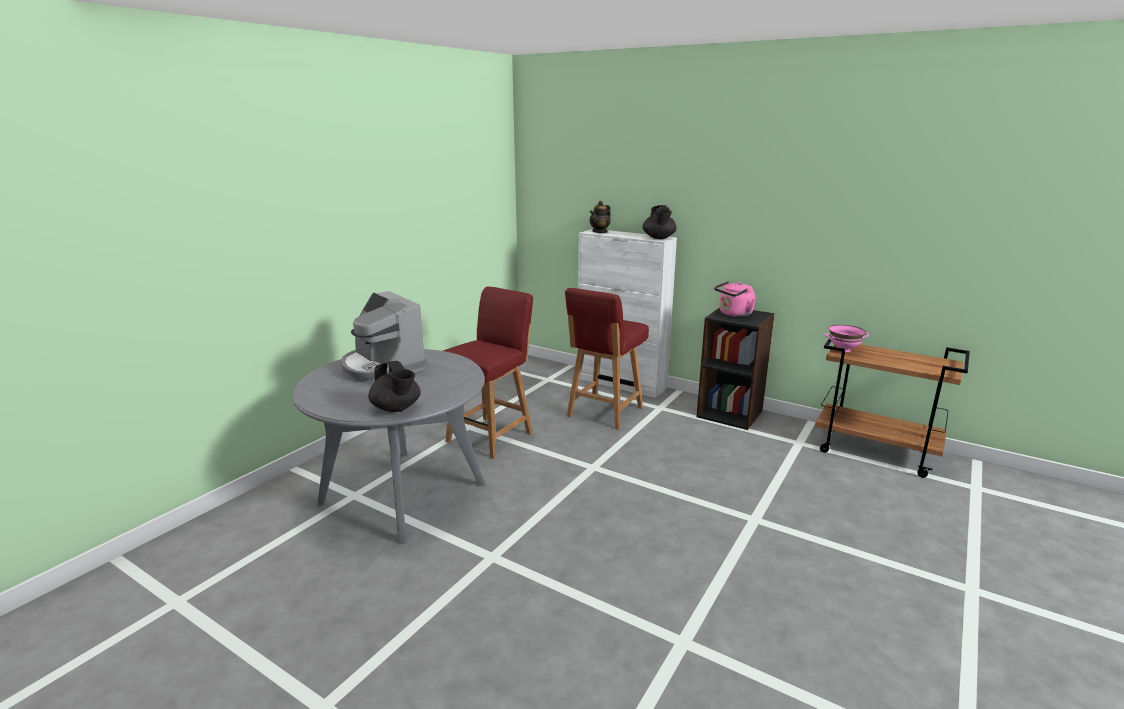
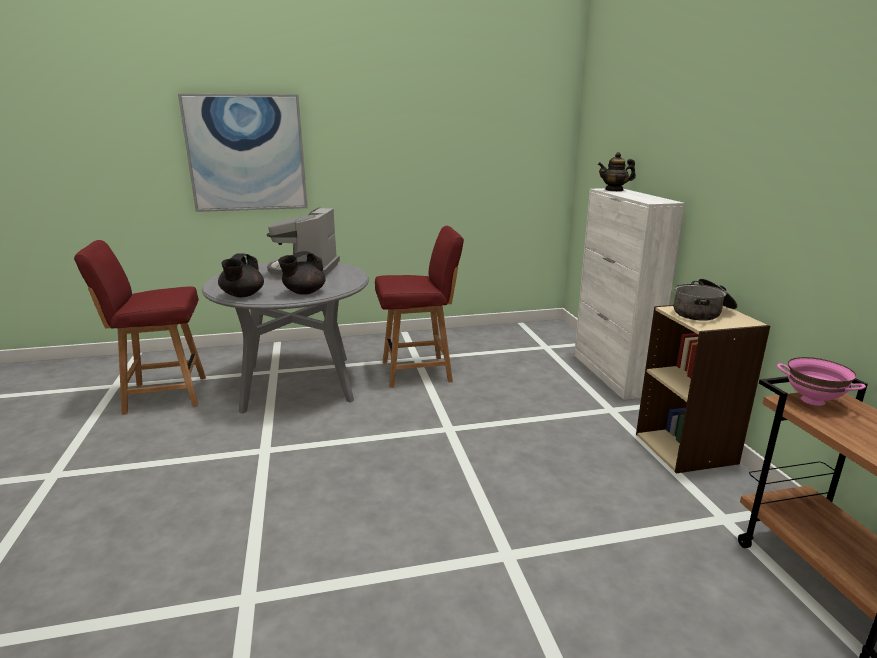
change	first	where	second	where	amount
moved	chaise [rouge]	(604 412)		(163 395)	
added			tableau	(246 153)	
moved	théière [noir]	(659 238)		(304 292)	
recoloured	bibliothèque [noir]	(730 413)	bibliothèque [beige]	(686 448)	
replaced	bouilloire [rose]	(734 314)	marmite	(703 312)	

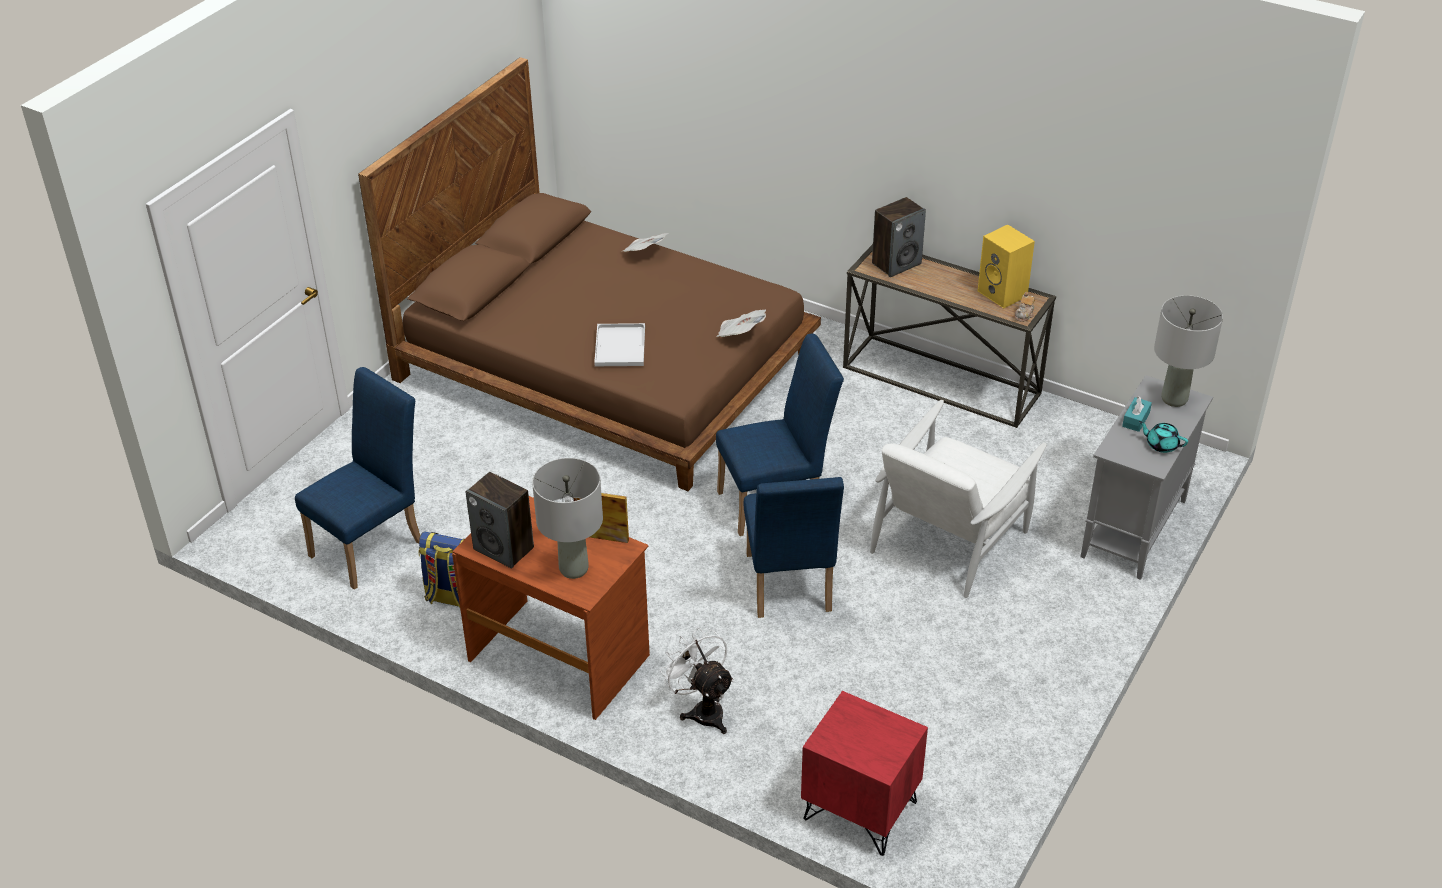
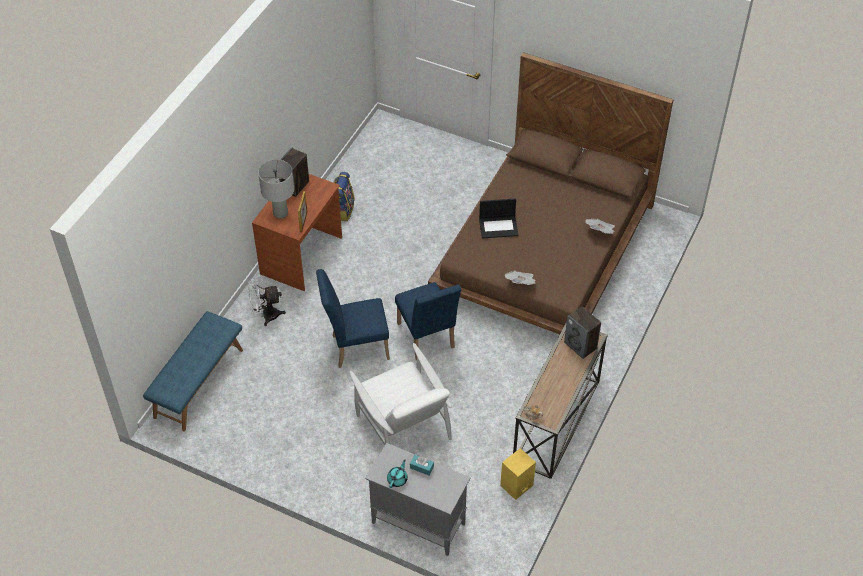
change	first	where	second	where	amount
replaced	table de chevet [rouge]	(859 811)	banc [bleu]	(198 382)	
turned	ventilateur [blanc]	(702 710)		(266 316)	150 degrees counterclockwise
turned	fauteuil [blanc]	(950 537)		(403 424)	150 degrees counterclockwise
replaced	plateau [blanc]	(619 345)	ordinateur portable	(499 227)	
moved	enceinte [jaune]	(1003 294)		(516 486)	
removed	chaise [bleu]	(373 544)			
removed	lampe de table [gris]	(1174 399)			

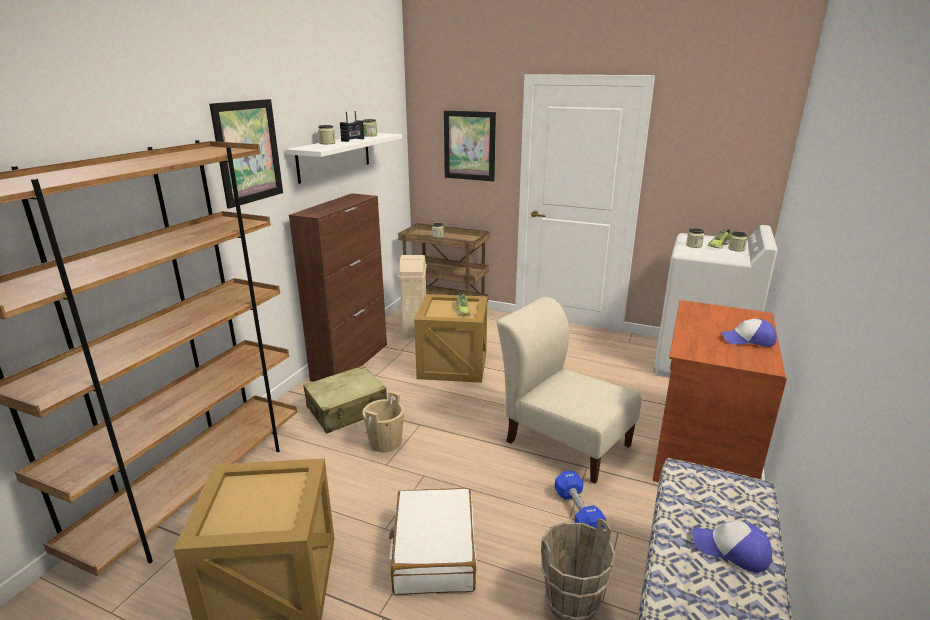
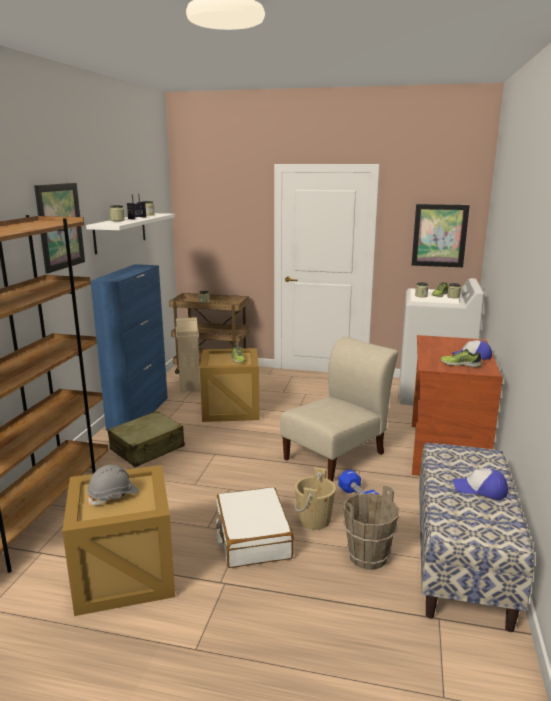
change	first	where	second	where	amount
added			casque de chantier [gris]	(113 496)	
recoloured	meuble de rangement [marron]	(351 361)	meuble de rangement [bleu]	(139 413)	
turned	chaise [beige]	(563 441)		(337 455)	105 degrees clockwise
moved	seau [beige]	(385 442)		(314 520)	
moved	tableau	(469 145)		(439 235)	
added			chaussure	(460 364)	

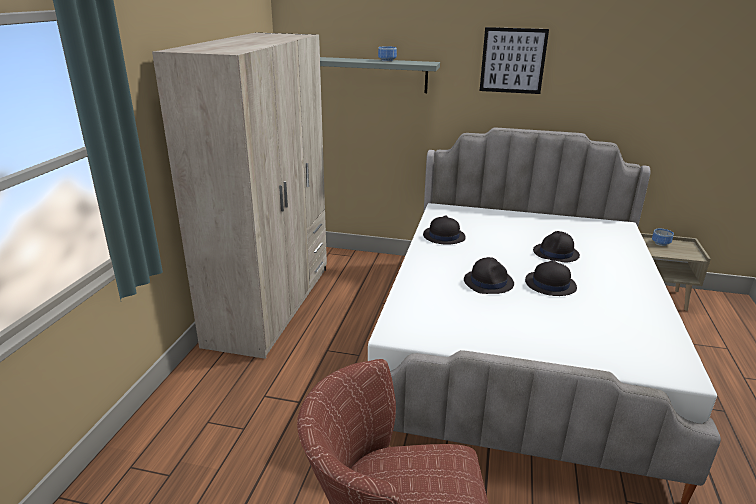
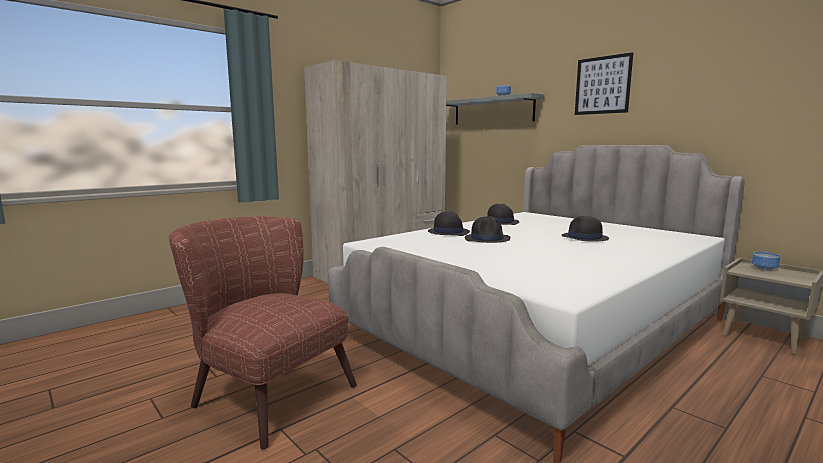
change	first	where	second	where	amount
moved	chapeau [noir]	(550 284)		(448 232)	

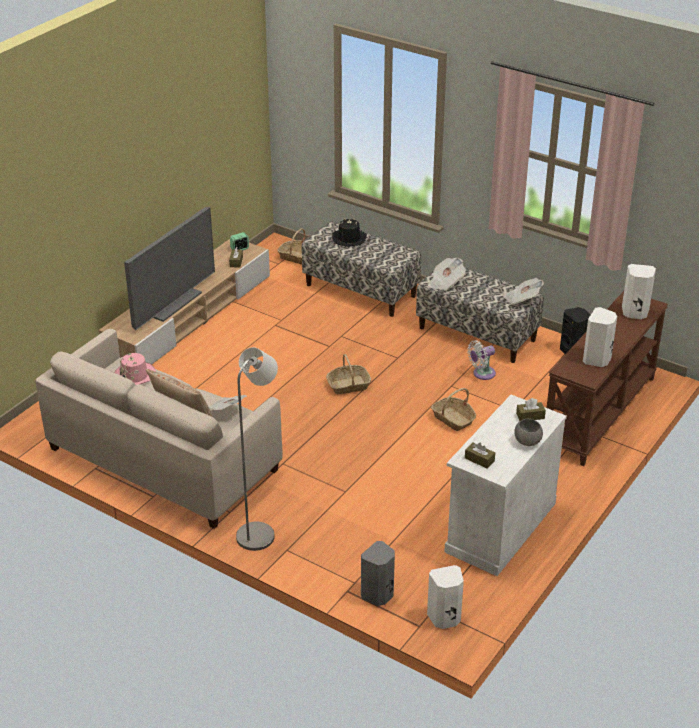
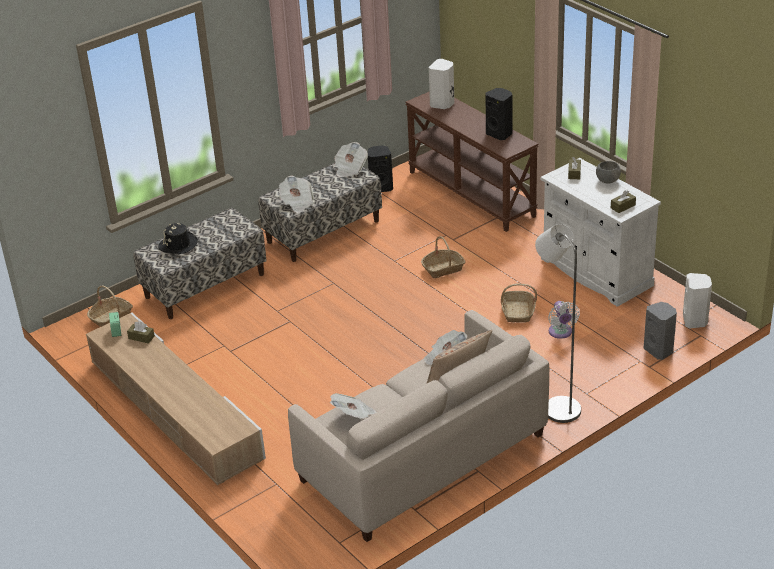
change	first	where	second	where	amount
replaced	chapeau [rose]	(135 375)	journal	(354 415)	
recoloured	enceinte [blanc]	(597 359)	enceinte [noir]	(499 134)	
moved	panier	(348 385)		(517 312)	
moved	ventilateur [blanc]	(482 374)		(561 333)	
removed	téléviseur	(171 302)			

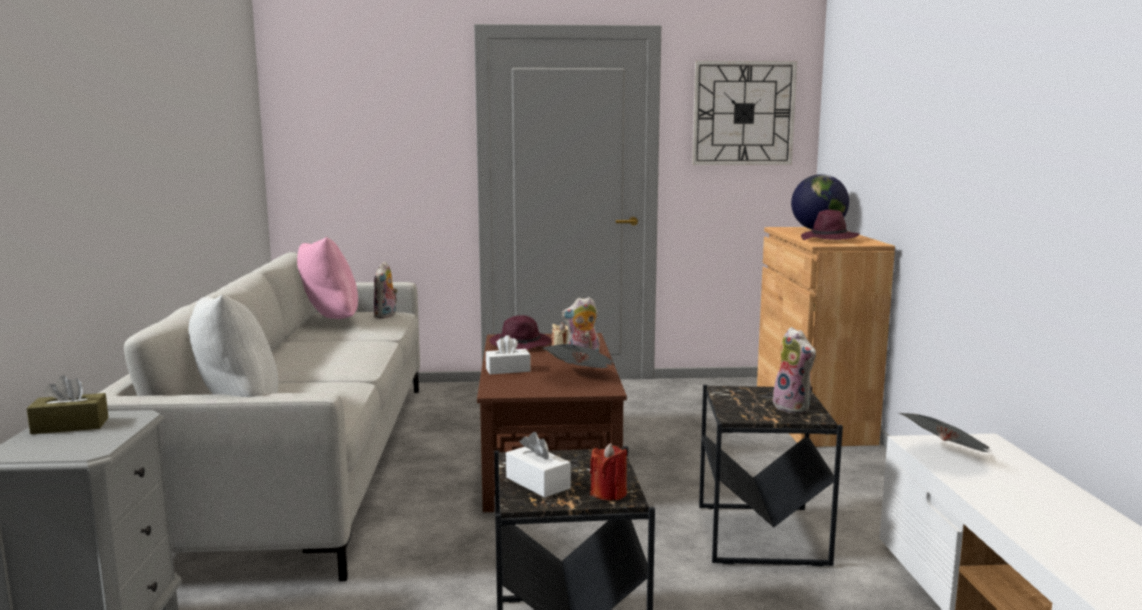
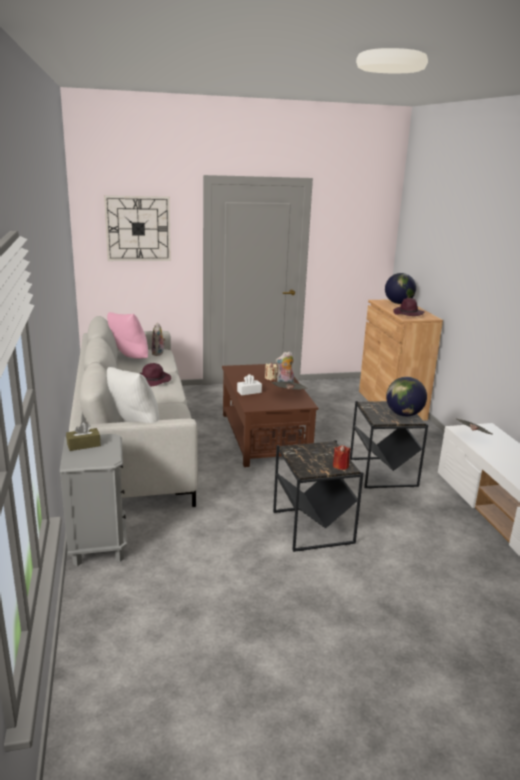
change	first	where	second	where	amount
moved	horloge murale	(743 113)		(138 228)	
moved	chapeau [violet]	(521 345)		(153 380)	
replaced	peluche	(794 408)	globe	(403 414)	
removed	boîte à mouchoirs [blanc]	(538 483)			

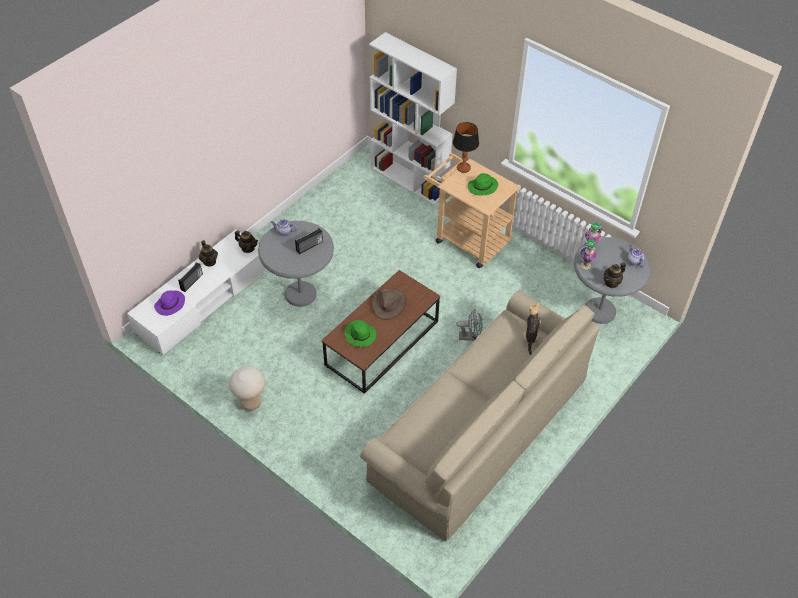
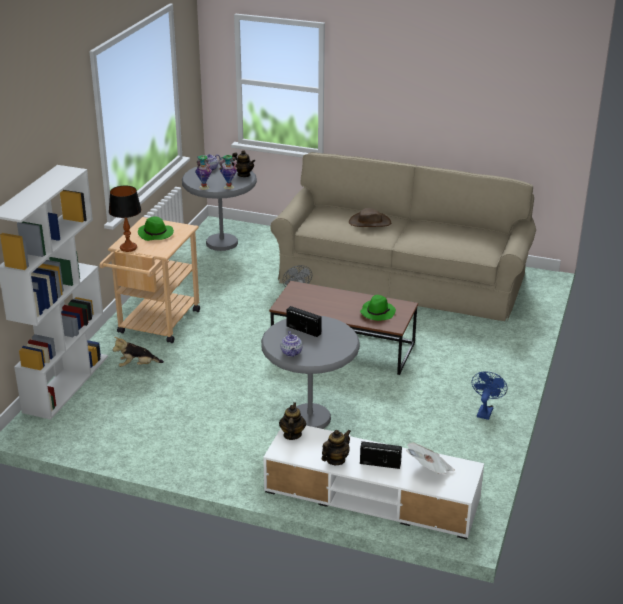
change	first	where	second	where	amount
moved	peluche	(531 336)		(137 366)	
moved	chapeau [marron]	(389 304)		(370 222)	
replaced	chapeau [violet]	(170 305)	journal	(429 469)	
replaced	tabouret [beige]	(250 403)	ventilateur [bleu]	(485 410)	

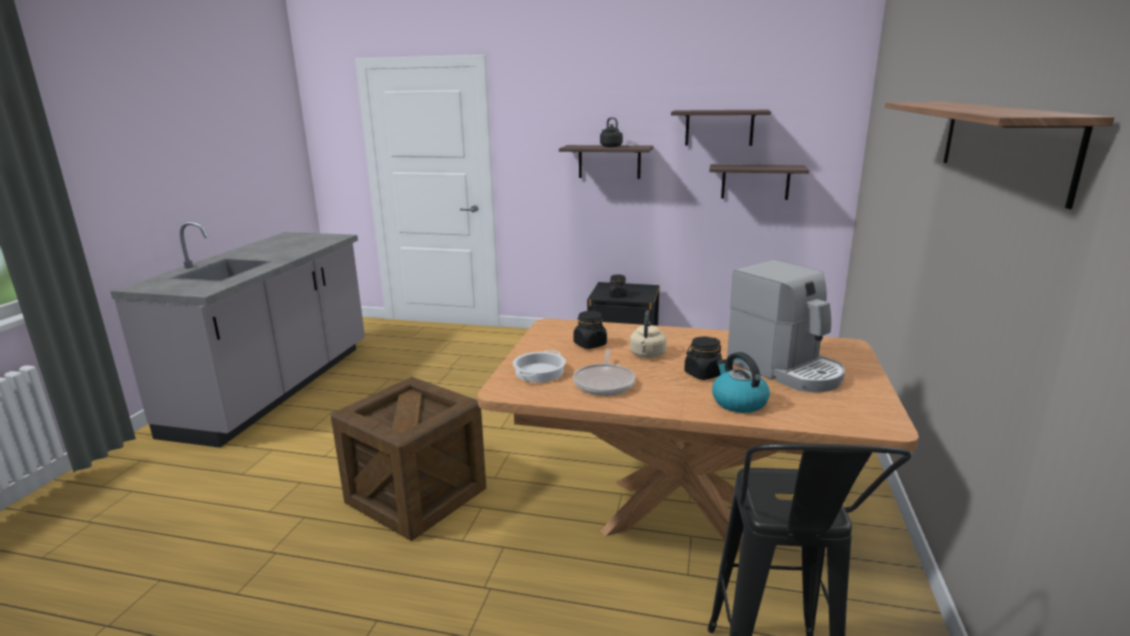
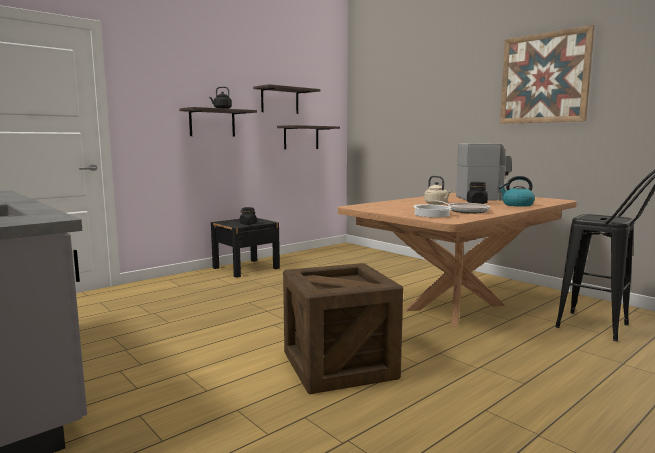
change	first	where	second	where	amount
replaced	étagère	(1002 144)	tableau	(544 78)	
removed	bocal [noir]	(589 344)			

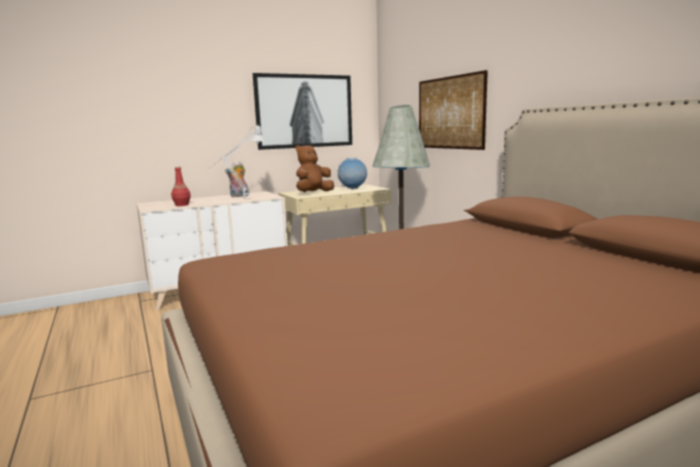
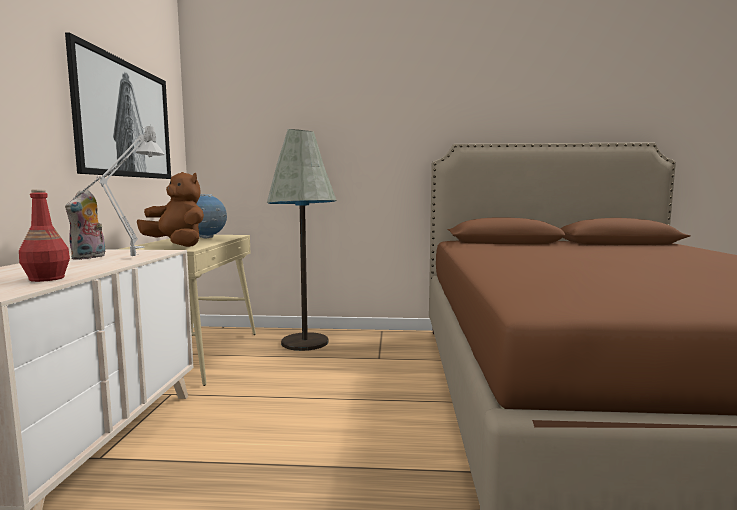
change	first	where	second	where	amount
turned	peluche [marron]	(313 193)		(177 245)	135 degrees clockwise
removed	tableau	(450 113)			

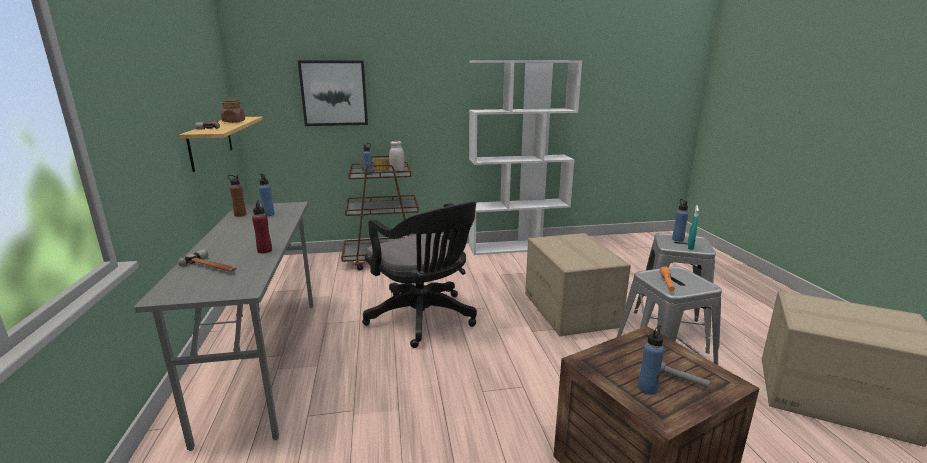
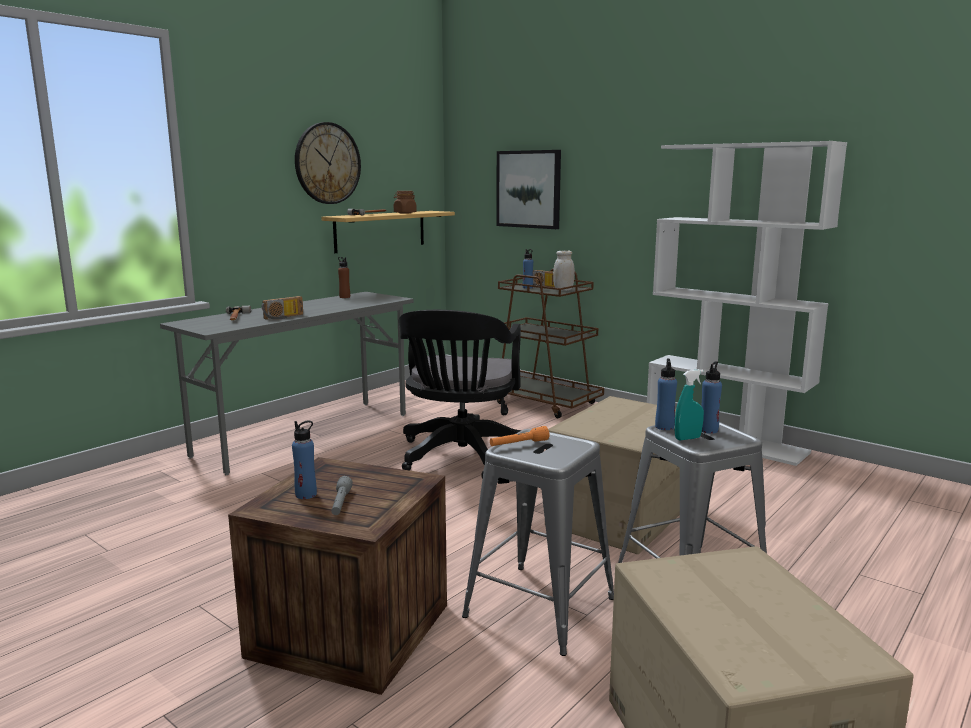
change	first	where	second	where	amount
replaced	bouteille [rouge]	(264 250)	radio	(284 317)	
added			horloge murale	(327 163)	
moved	bouteille [bleu]	(268 214)		(664 427)	

